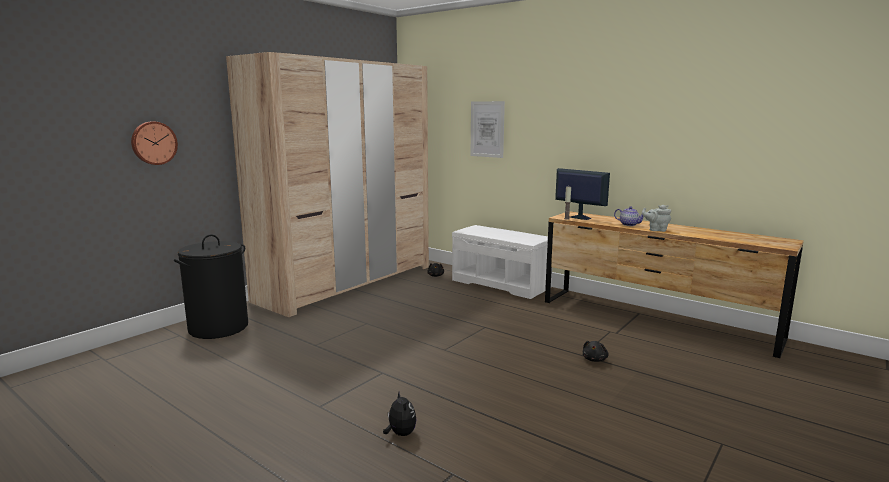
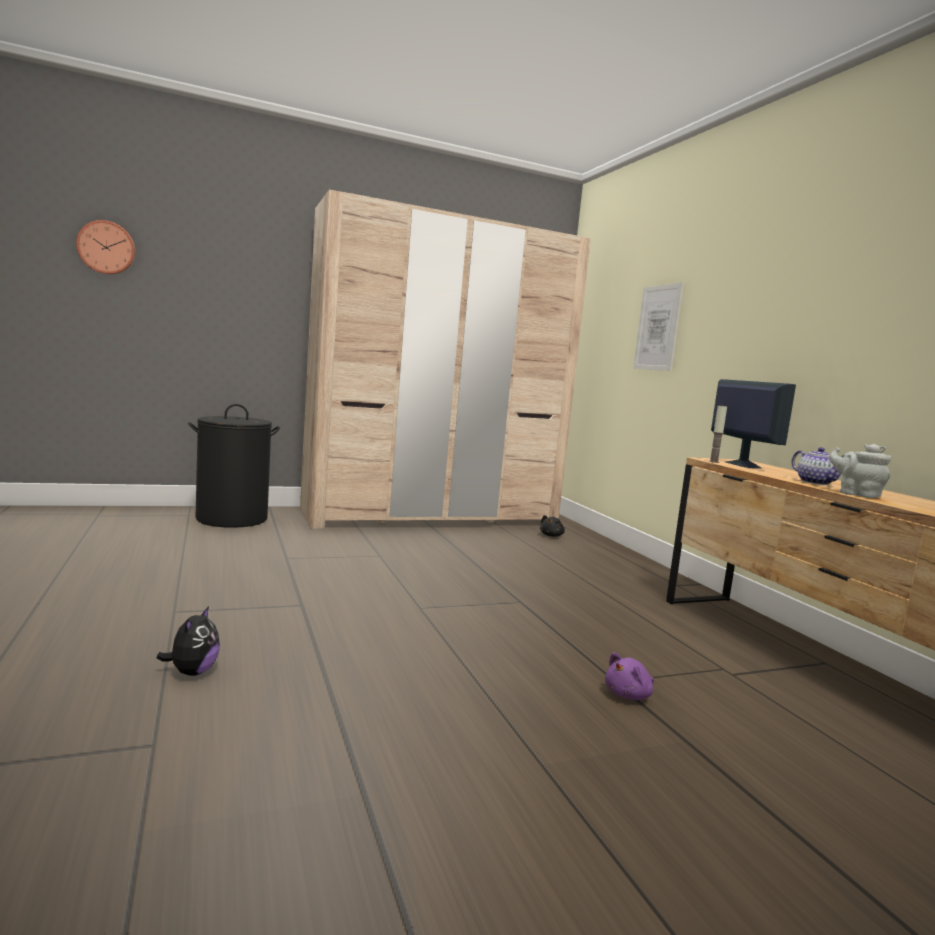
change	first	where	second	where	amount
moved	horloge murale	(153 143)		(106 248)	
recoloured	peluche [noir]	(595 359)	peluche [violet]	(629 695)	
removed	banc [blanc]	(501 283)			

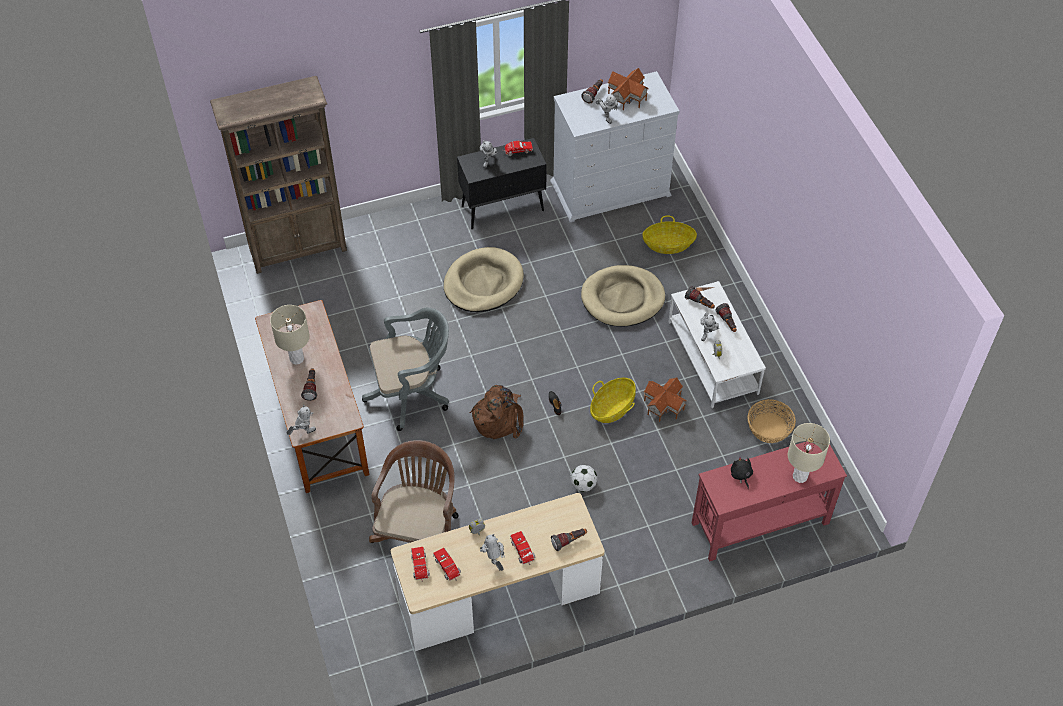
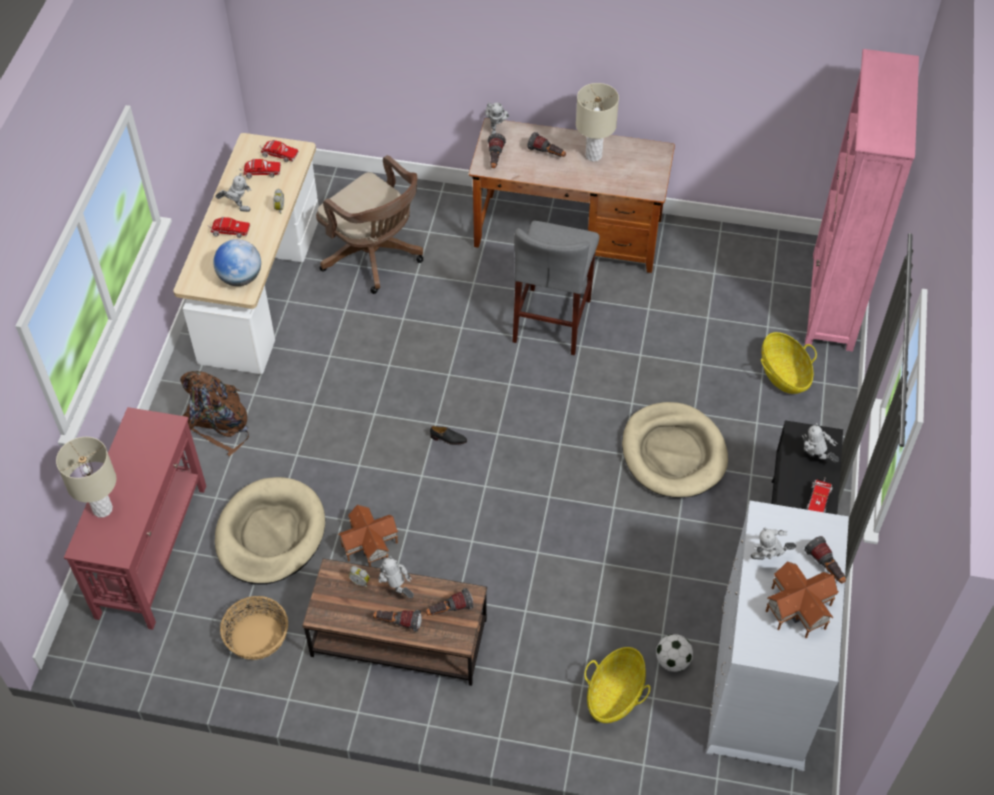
change	first	where	second	where	amount
moved	sac à dos [marron]	(498 418)		(217 422)	
added			globe	(240 278)	
moved	panier pour chien [beige]	(622 298)		(270 534)	
recoloured	table basse [blanc]	(712 357)	table basse [marron]	(400 637)	
moved	lampe de poche	(569 541)		(495 159)	
replaced	chaise de bureau [gris]	(412 393)	tabouret [gris]	(552 320)	
moved	ballon de foot	(583 485)		(673 661)	
moved	panier	(612 408)		(784 374)	
recoloured	bibliothèque [marron]	(298 249)	bibliothèque [rose]	(832 302)	
removed	peluche [noir]	(741 475)			

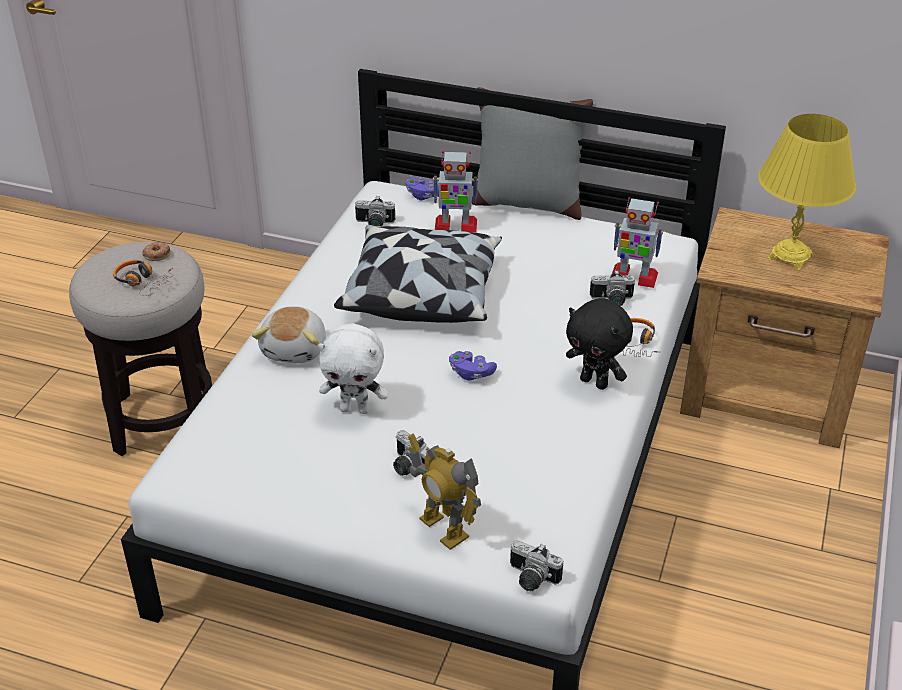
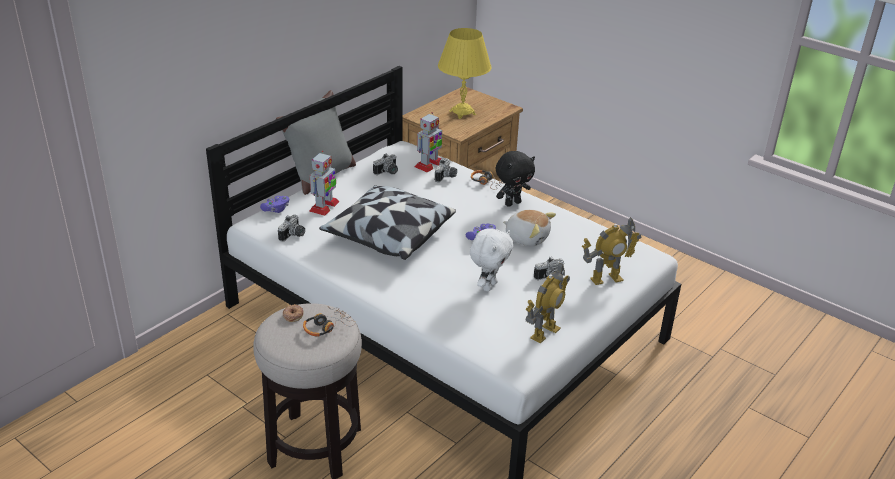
change	first	where	second	where	amount
moved	appareil photo	(531 579)		(388 172)	
moved	peluche	(295 349)		(527 237)	
added			robot jouet	(544 332)	

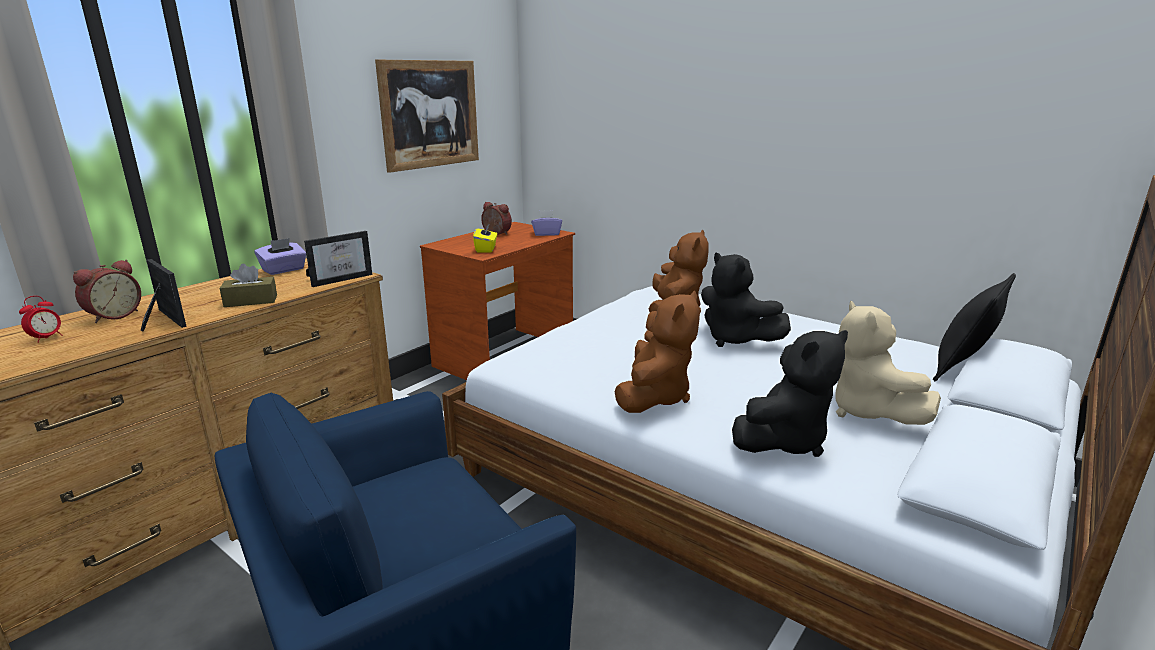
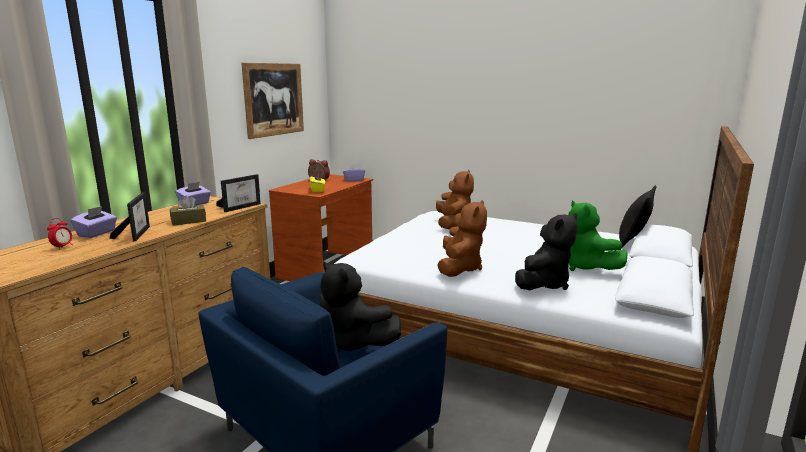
change	first	where	second	where	amount
replaced	réveil	(113 316)	boîte à mouchoirs [violet]	(97 233)	
turned	cadre photo	(163 319)		(136 233)	45 degrees clockwise
moved	peluche [noir]	(735 339)		(353 343)	
recoloured	peluche [beige]	(868 412)	peluche [vert]	(586 267)	

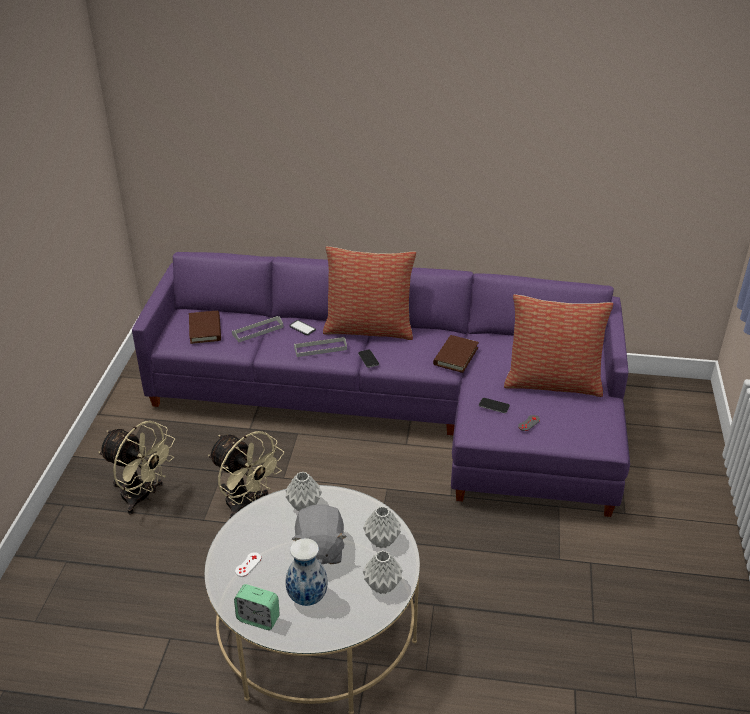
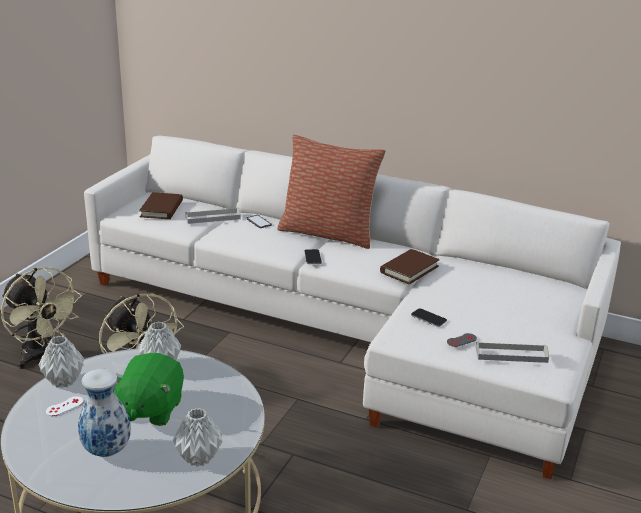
change	first	where	second	where	amount
moved	vase [gris]	(381 541)		(63 382)	
recoloured	canapé [violet]	(405 406)	canapé [blanc]	(357 329)	
recoloured	peluche [gris]	(319 550)	peluche [vert]	(150 409)	
moved	plateau [gris]	(320 348)		(511 355)	
removed	réveil	(258 618)			
removed	coussin	(552 382)			

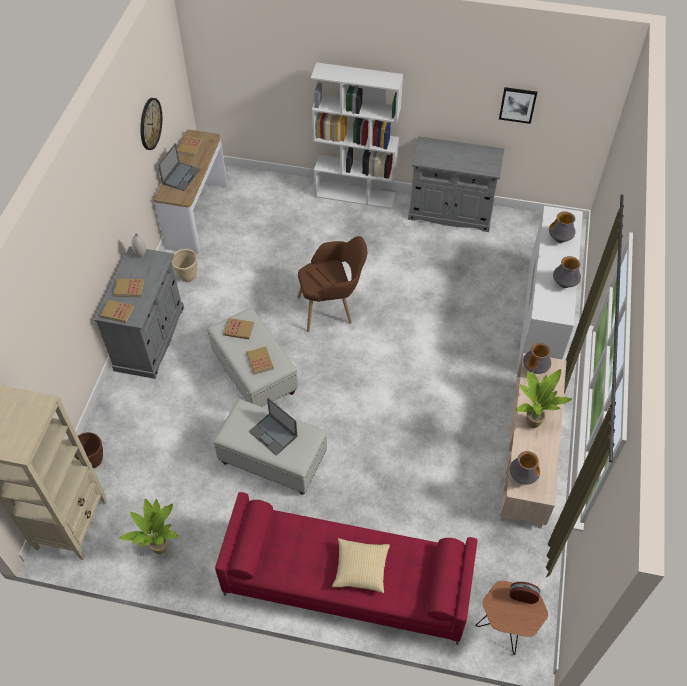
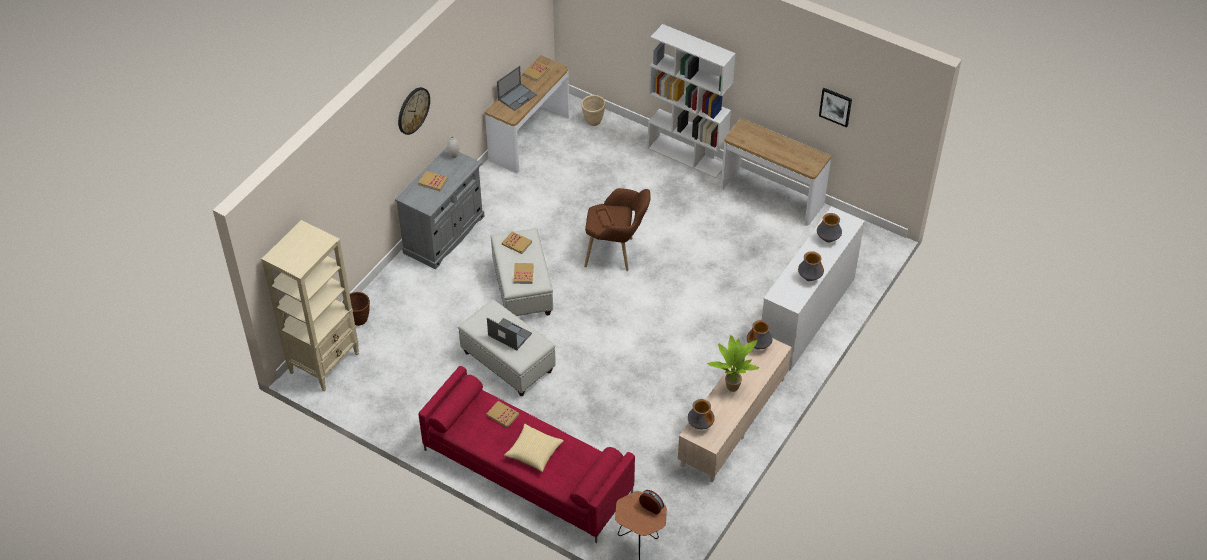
change	first	where	second	where	amount
moved	horloge murale	(150 123)		(413 110)	
moved	livre	(117 312)		(502 415)	
turned	ordinateur portable	(273 434)		(509 334)	150 degrees clockwise
moved	cache-pot [beige]	(187 277)		(593 121)	
replaced	meuble de rangement [gris]	(450 212)	table console	(771 196)	
removed	plante en pot	(160 546)			

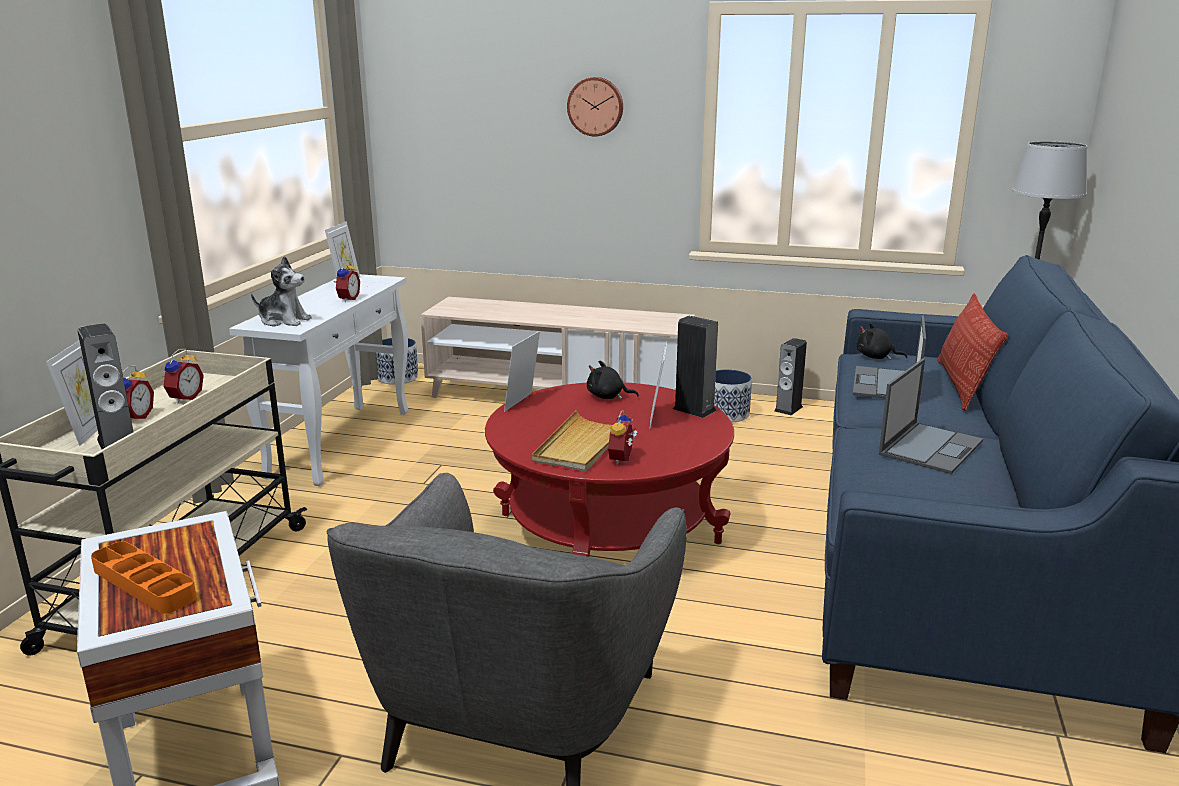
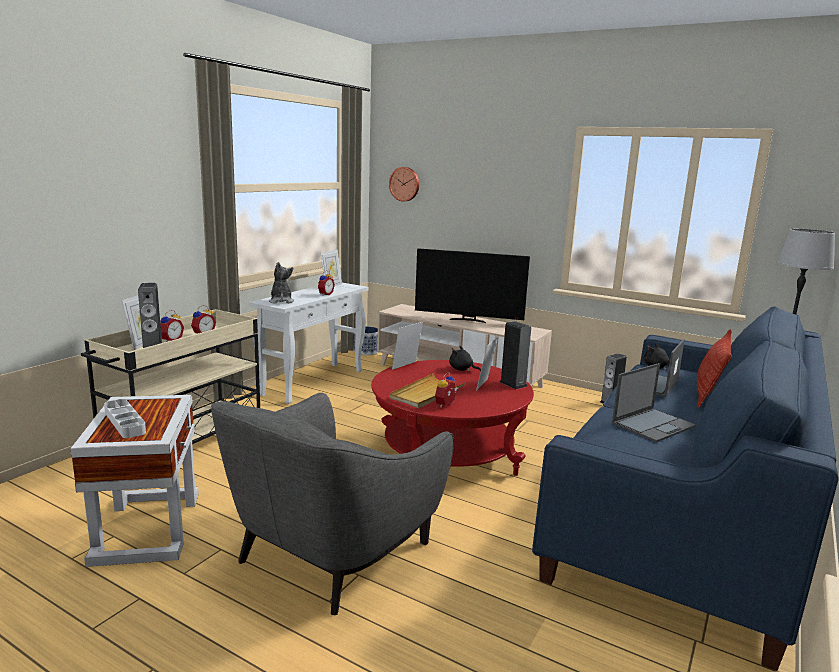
change	first	where	second	where	amount
recoloured	plateau [orange]	(144 583)	plateau [gris]	(124 422)	
turned	peluche	(284 321)		(281 301)	135 degrees counterclockwise
moved	horloge murale	(595 106)		(405 184)	
added			téléviseur	(468 320)	
removed	cache-pot	(727 414)			

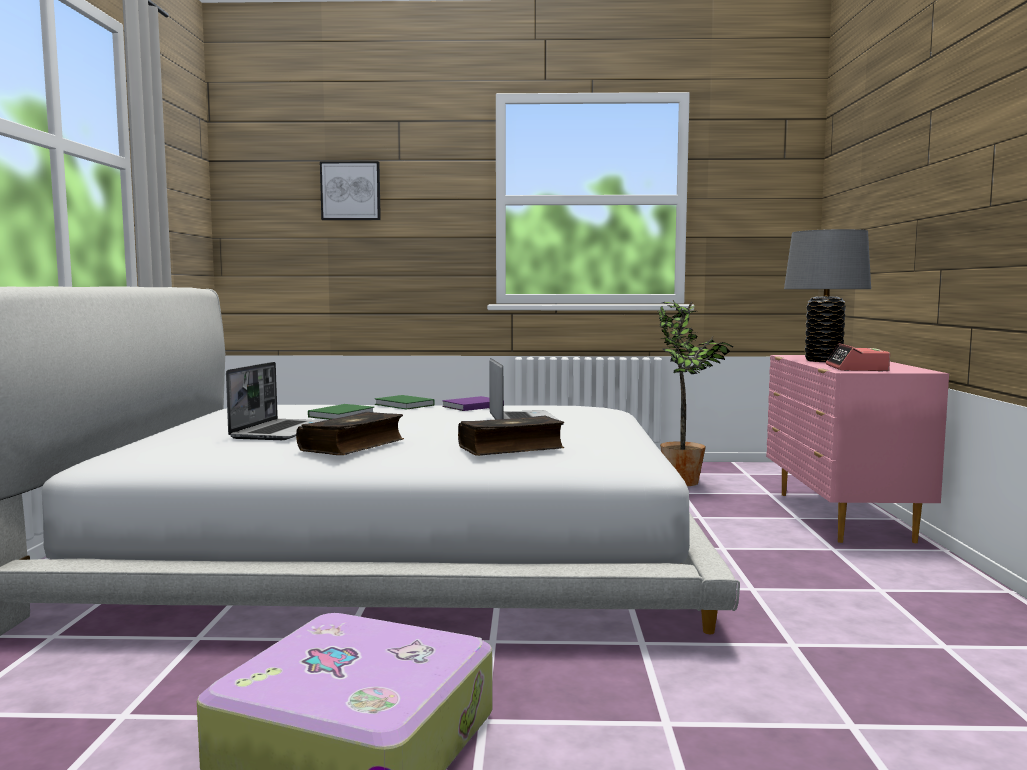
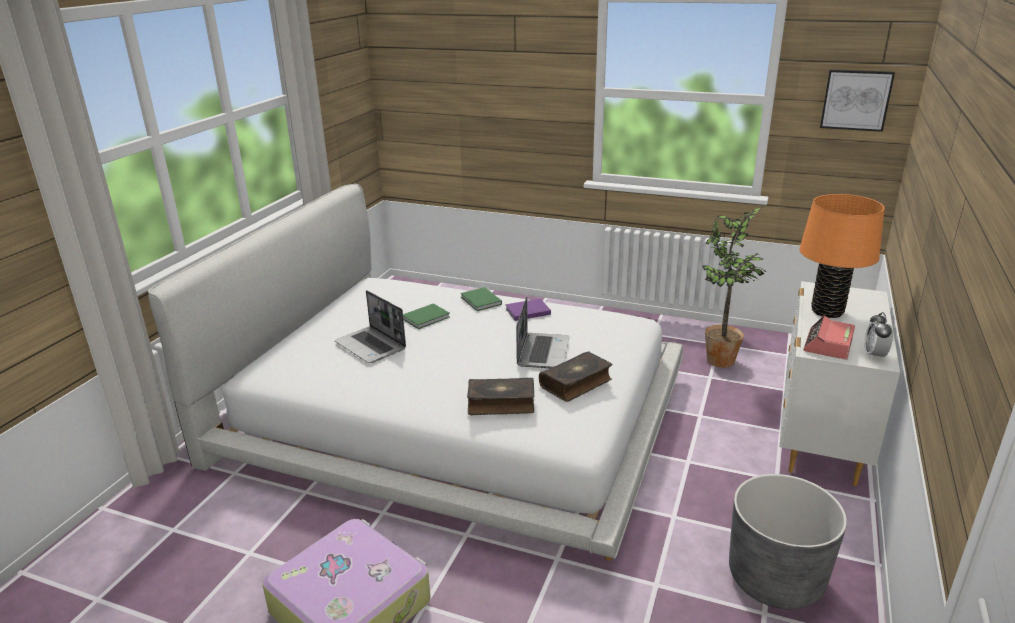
change	first	where	second	where	amount
turned	ordinateur portable	(281 431)		(371 346)	105 degrees clockwise
moved	livre	(353 446)		(576 383)	
added			cache-pot [gris]	(775 578)	
recoloured	commode [rose]	(841 517)	commode [blanc]	(820 436)	
recoloured	lampe de table [gris]	(823 361)	lampe de table [orange]	(827 311)	
moved	tableau	(350 191)		(856 100)	
added			réveil	(874 355)	

